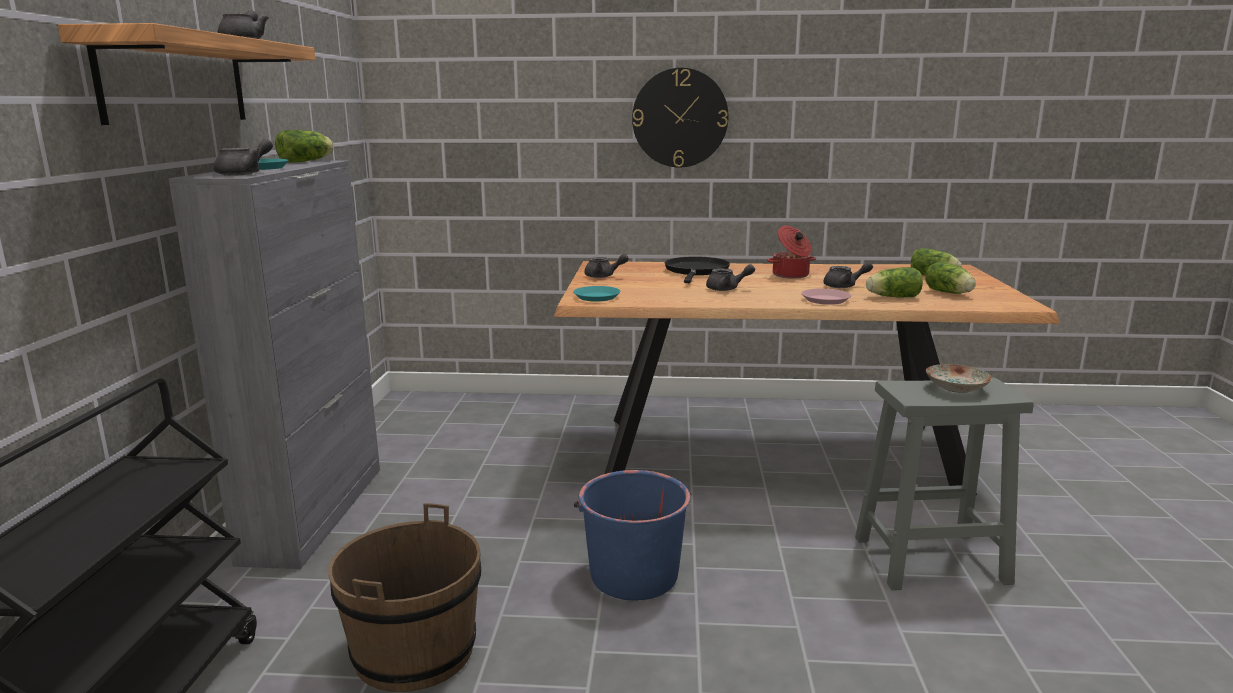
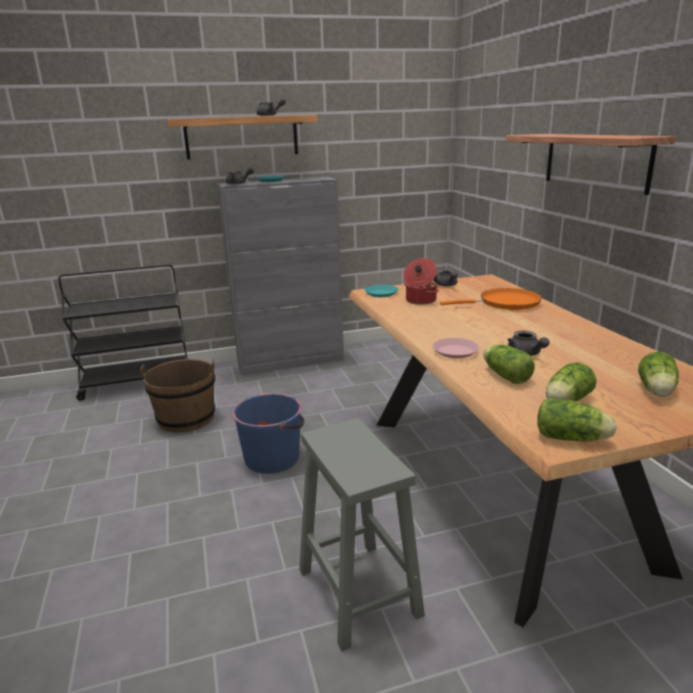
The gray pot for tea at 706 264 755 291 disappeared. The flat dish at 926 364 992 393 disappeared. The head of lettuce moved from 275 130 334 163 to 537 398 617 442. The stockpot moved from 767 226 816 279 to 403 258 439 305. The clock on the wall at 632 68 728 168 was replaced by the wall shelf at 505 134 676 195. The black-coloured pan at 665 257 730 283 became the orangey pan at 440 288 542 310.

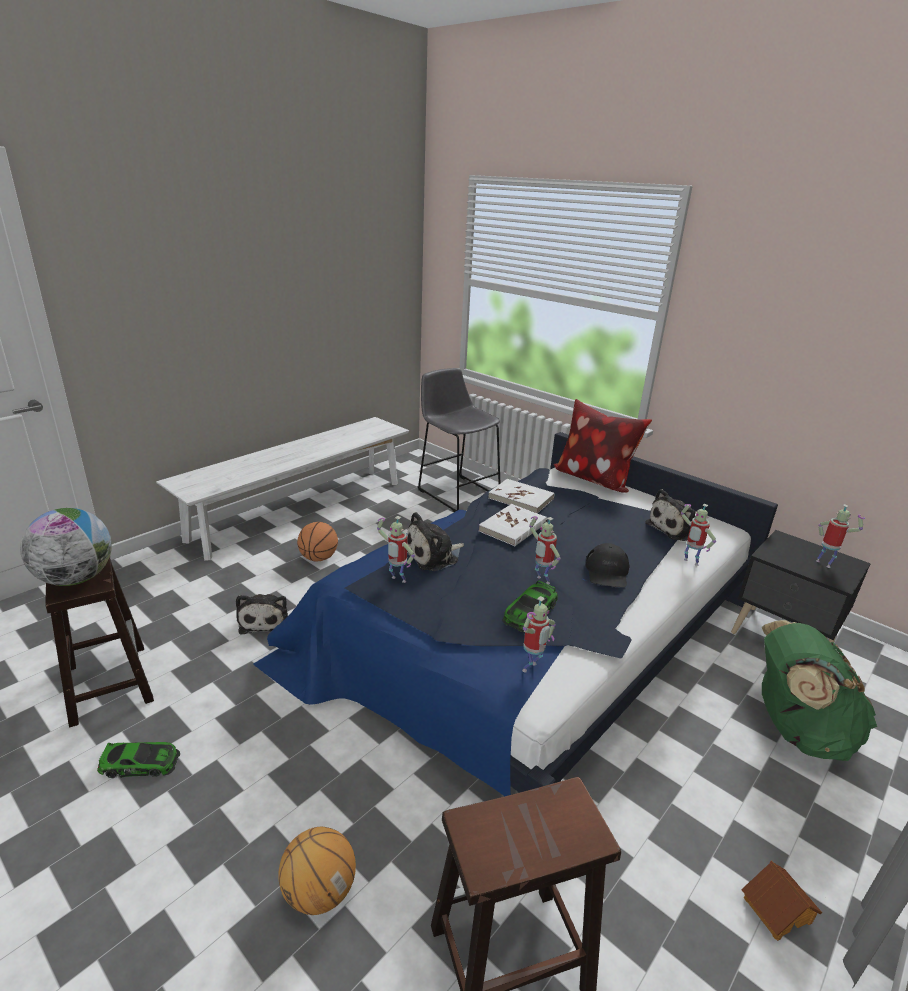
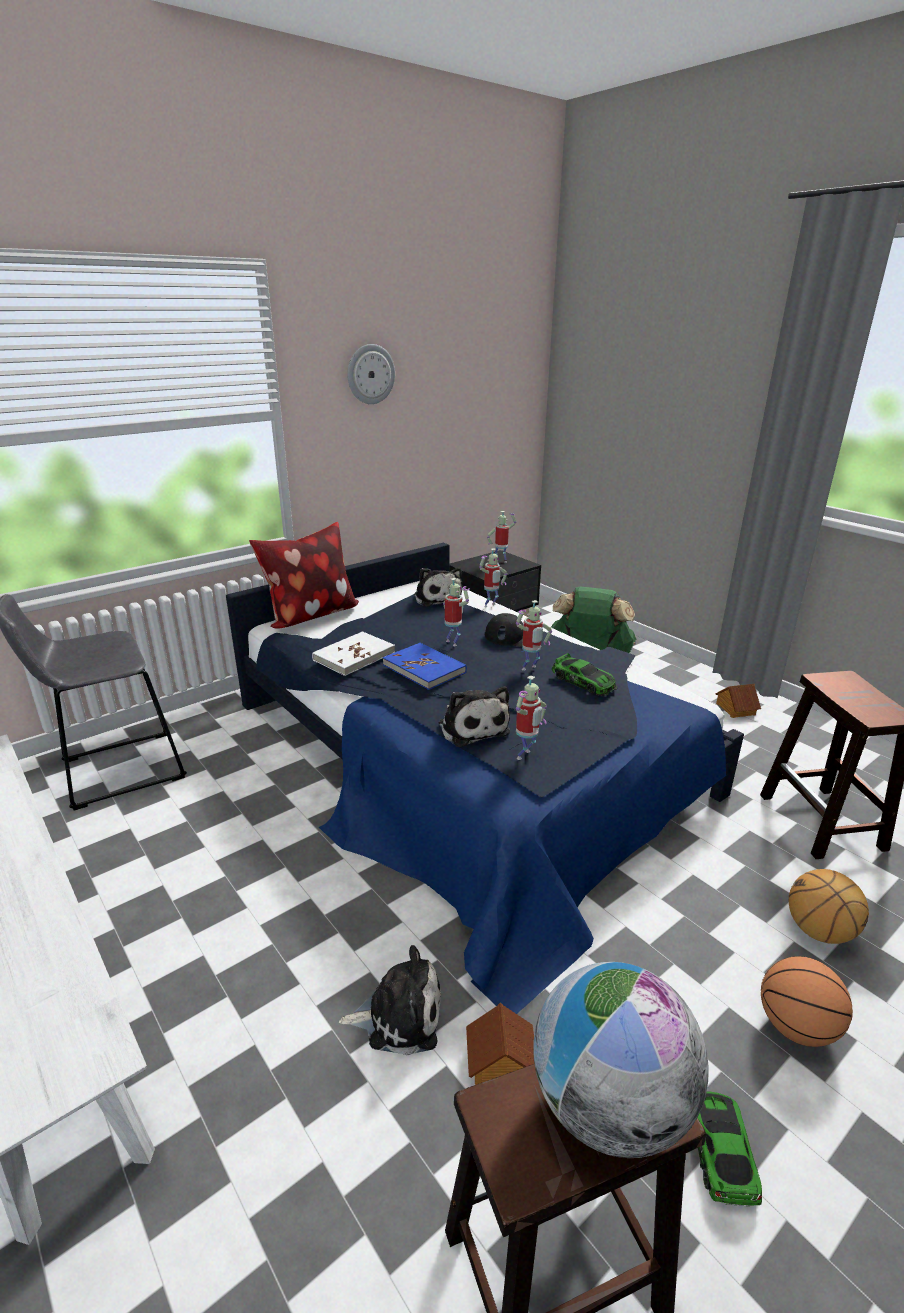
The clock on the wall at 347 344 395 404 appeared. The model house at 466 1003 534 1085 appeared. The ball for basketball moved from 297 522 338 561 to 761 956 853 1047. The model robot moved from 522 596 556 672 to 443 578 470 646. The whitish book at 479 504 547 546 became the blue book at 383 643 467 690.

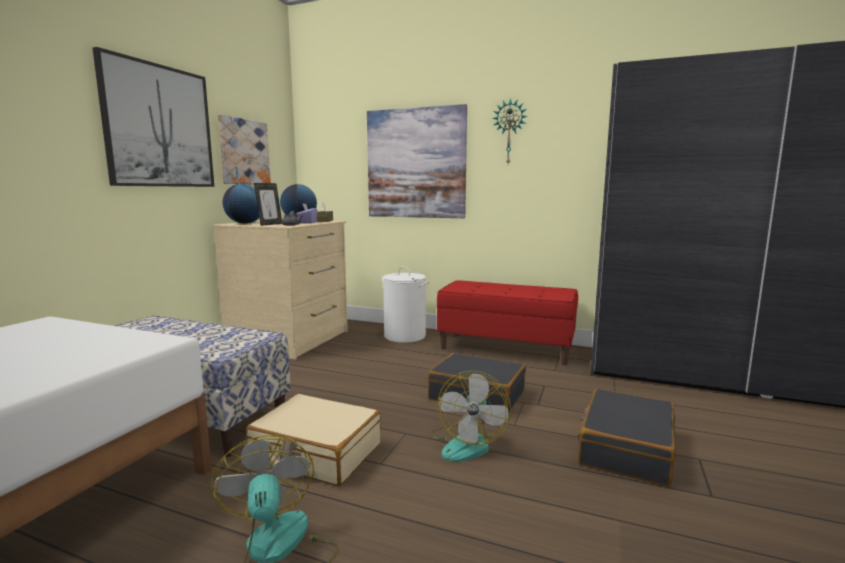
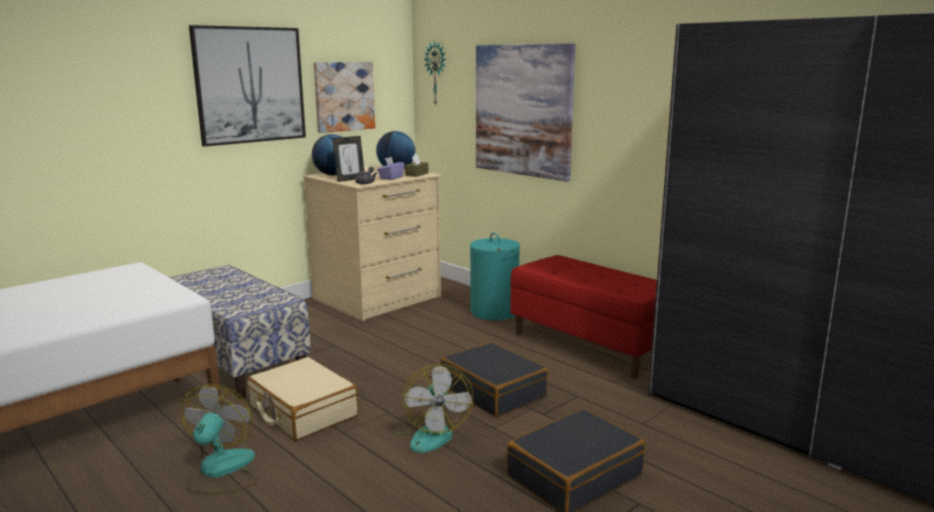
The clock on the wall moved from 492 98 528 164 to 423 41 446 106. The whitish hamper at 382 266 429 343 became the turquoise hamper at 470 233 520 321. The fan at 430 371 511 462 turned 45 degrees counterclockwise.

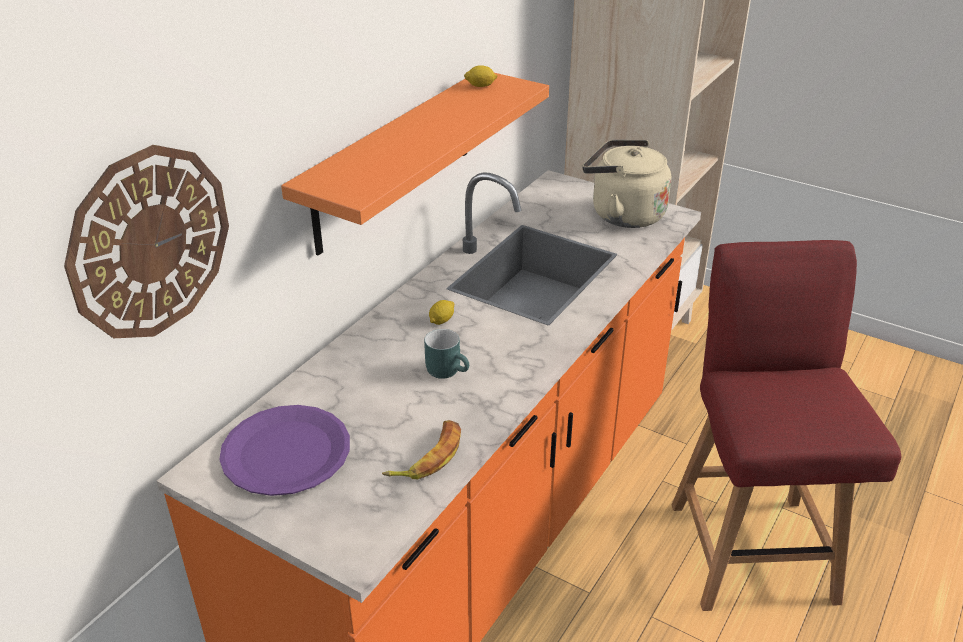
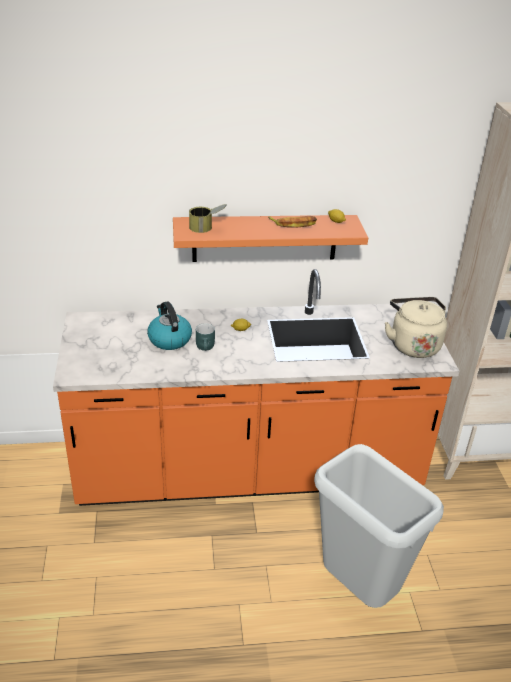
The clock on the wall at 64 145 229 338 disappeared. The purple-coloured flat dish at 219 405 350 496 disappeared. The water kettle at 147 301 192 350 appeared. The can at 189 204 227 233 appeared. The whole banana moved from 382 420 461 479 to 268 216 317 228. The red-coloured plain chair at 672 240 902 611 was replaced by the gray waste bin at 314 444 444 608.

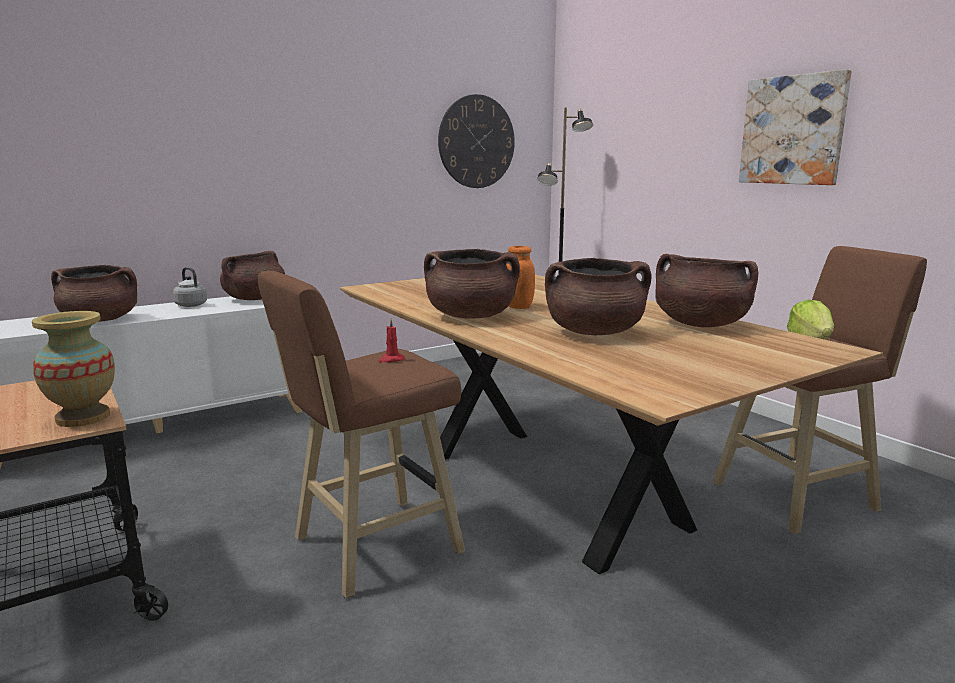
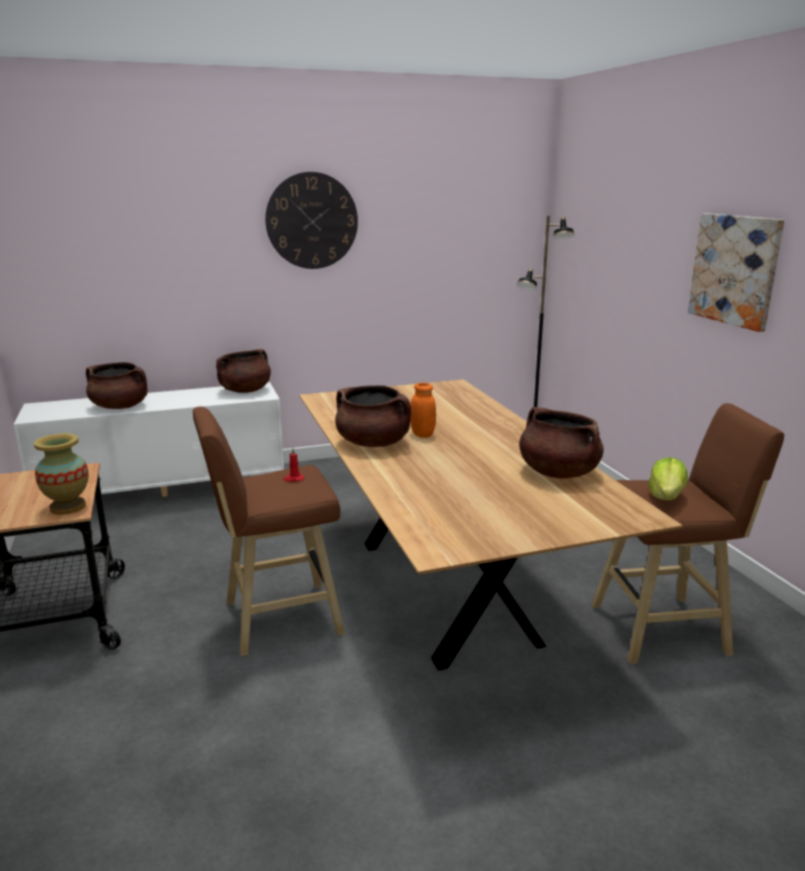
The gray water kettle at 173 267 207 307 disappeared. The brown-coloured stockpot at 545 258 651 335 disappeared. The clock on the wall moved from 438 94 515 188 to 265 172 358 269.

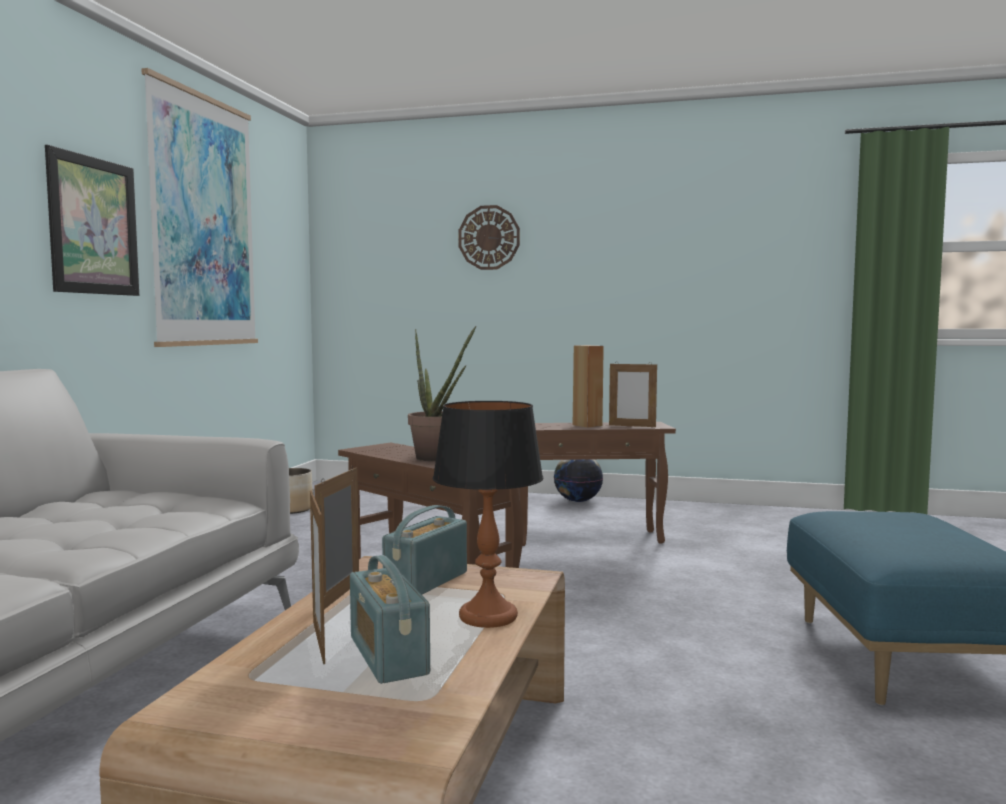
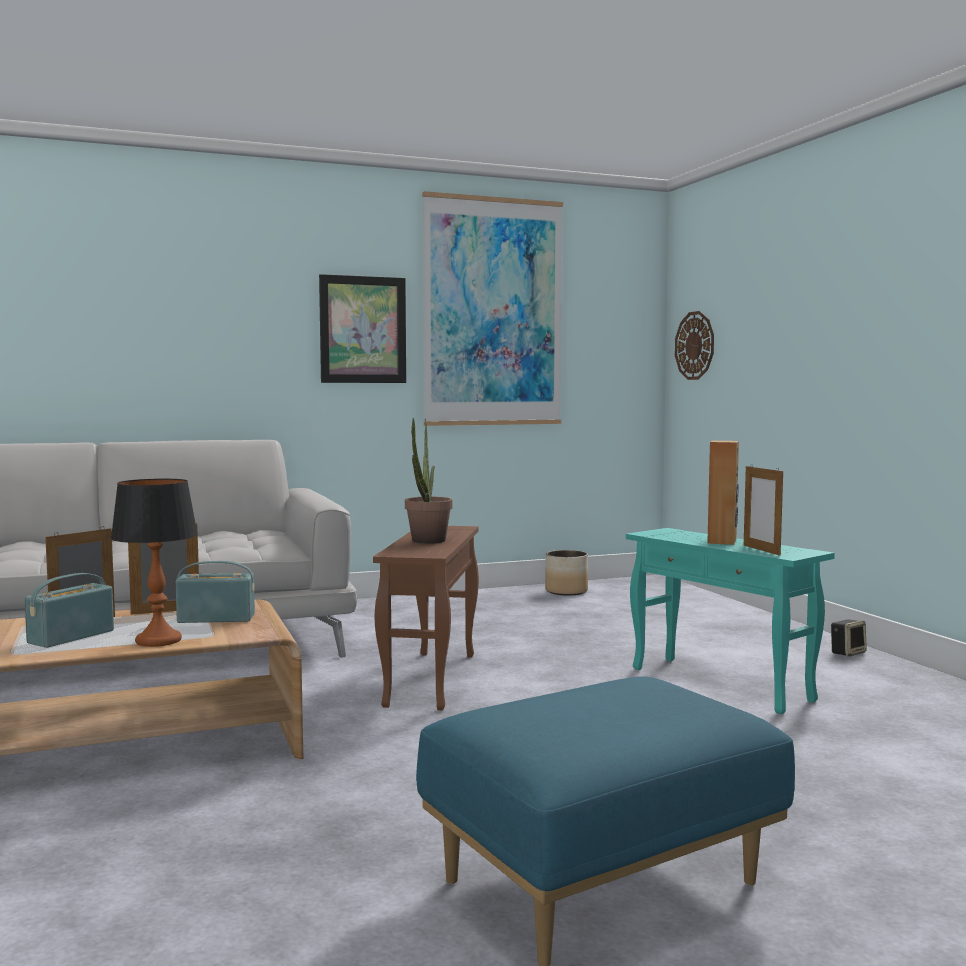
The clock on the wall moved from 459 205 520 270 to 675 311 714 380. The world globe at 554 459 603 502 was replaced by the loudspeaker at 831 619 867 656. The brown-coloured accent table at 517 422 676 546 became the turquoise accent table at 626 528 835 714.

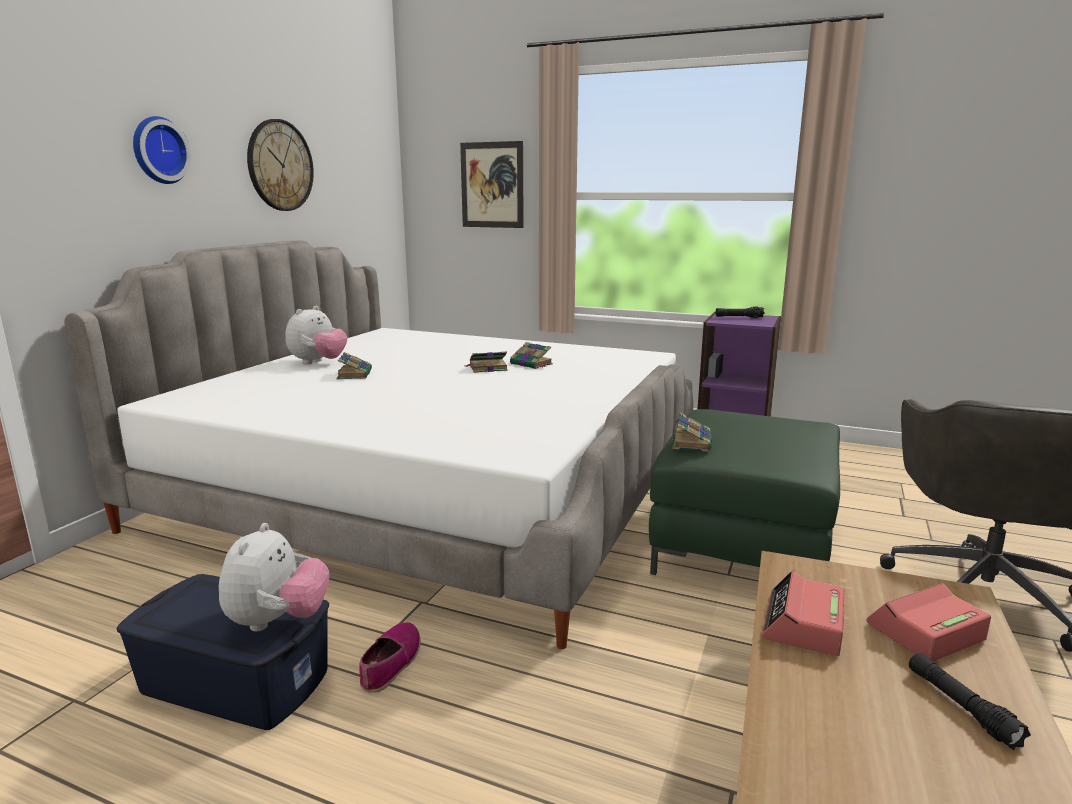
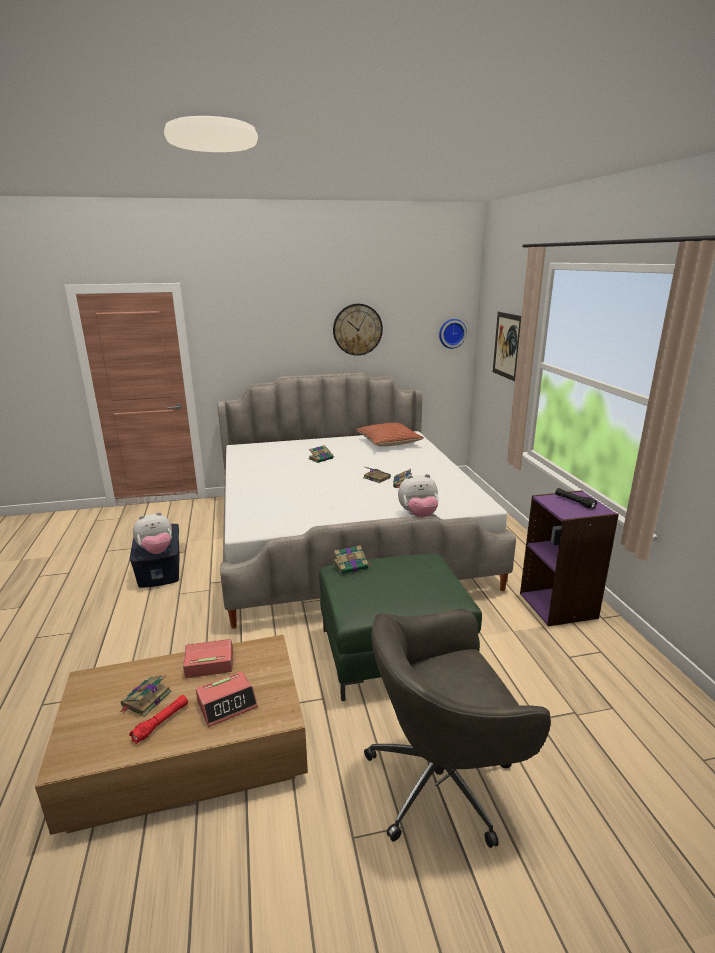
The shoe at 359 622 421 693 disappeared. The book at 120 675 172 717 appeared. The throw pillow at 356 423 424 447 appeared. The clock on the wall moved from 133 116 191 184 to 439 319 467 349. The plush toy moved from 285 306 347 364 to 398 474 439 517. The black-coloured hand torch at 909 653 1031 750 became the red-coloured hand torch at 129 695 188 744. The bedside clock at 866 583 991 661 turned 120 degrees clockwise.

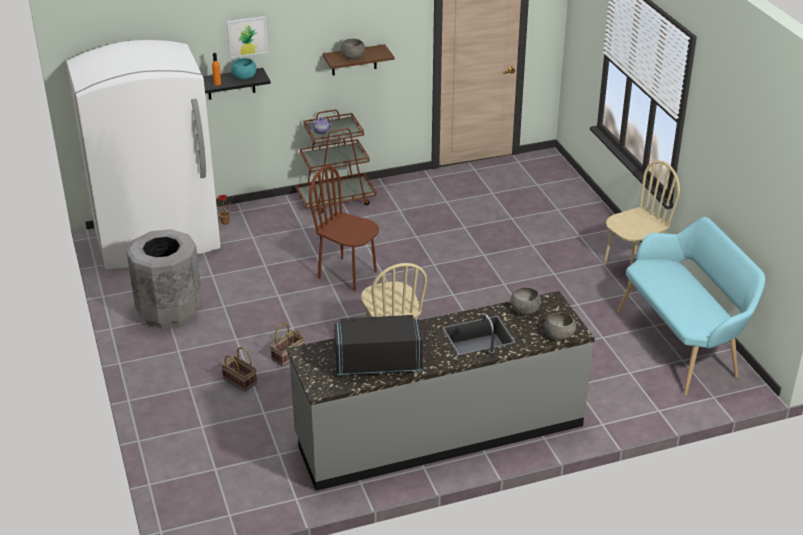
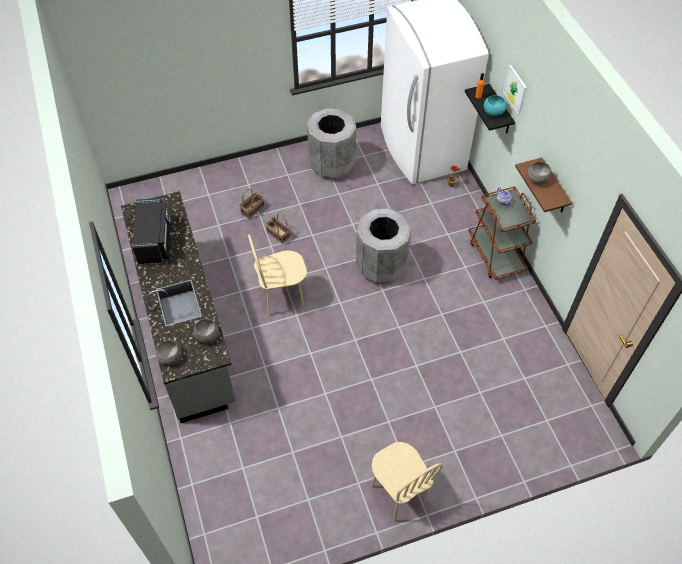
The turquoise long seat at 617 217 766 396 disappeared. The brown-coloured plain chair at 309 165 379 291 was replaced by the gray waste bin at 356 208 412 284.

